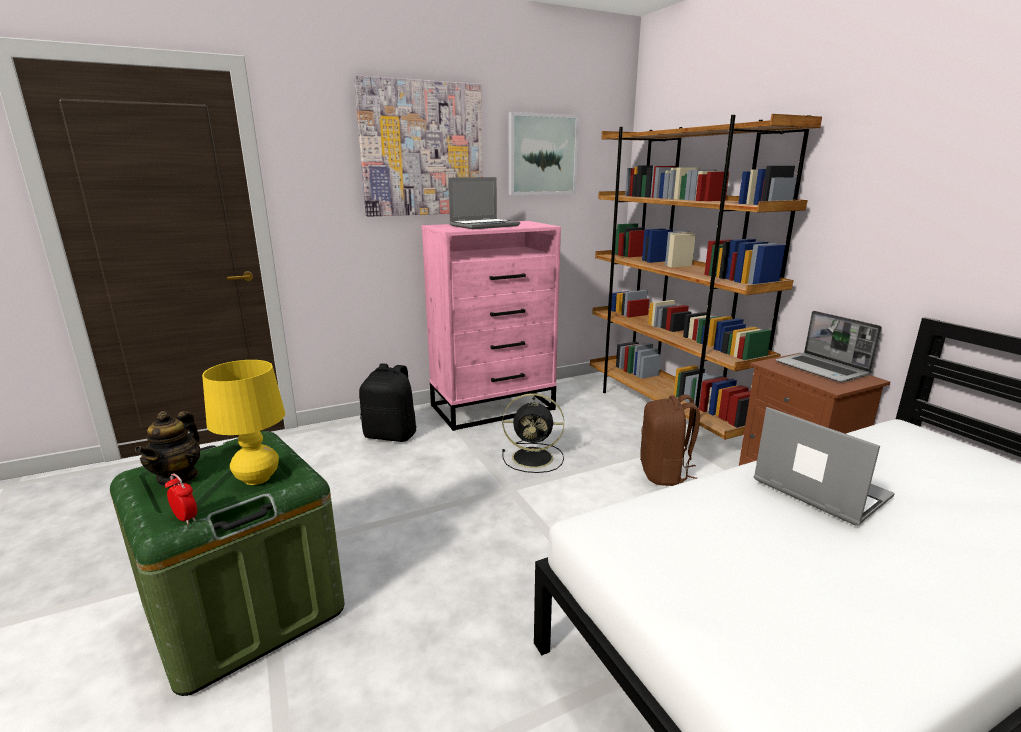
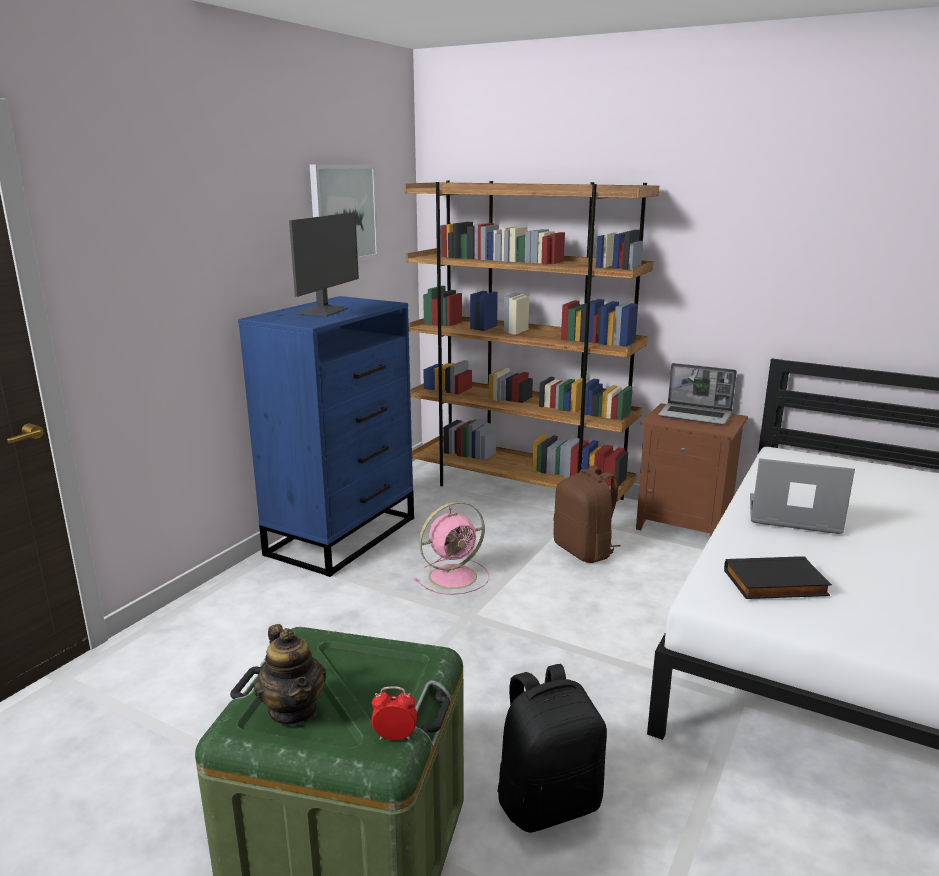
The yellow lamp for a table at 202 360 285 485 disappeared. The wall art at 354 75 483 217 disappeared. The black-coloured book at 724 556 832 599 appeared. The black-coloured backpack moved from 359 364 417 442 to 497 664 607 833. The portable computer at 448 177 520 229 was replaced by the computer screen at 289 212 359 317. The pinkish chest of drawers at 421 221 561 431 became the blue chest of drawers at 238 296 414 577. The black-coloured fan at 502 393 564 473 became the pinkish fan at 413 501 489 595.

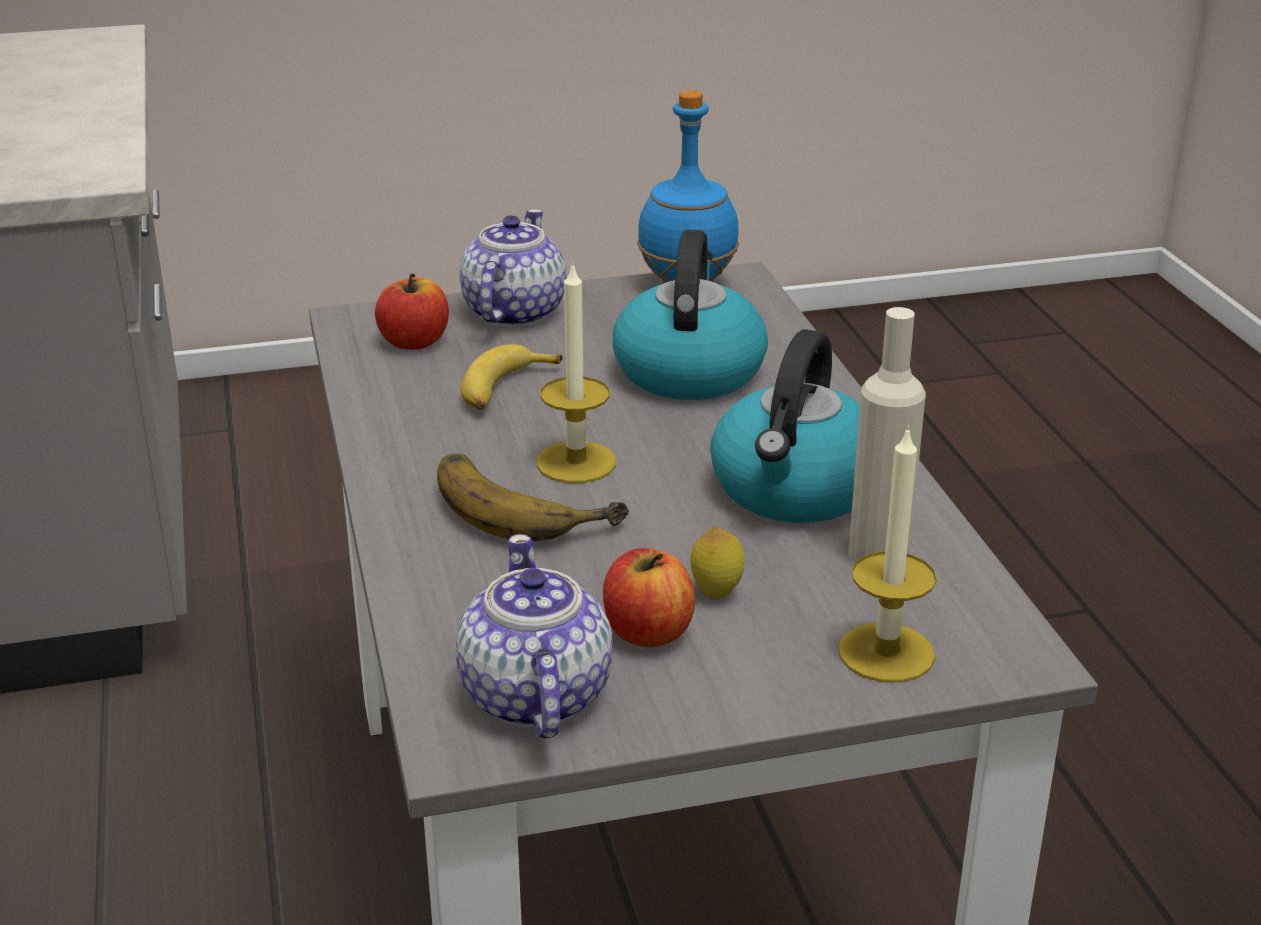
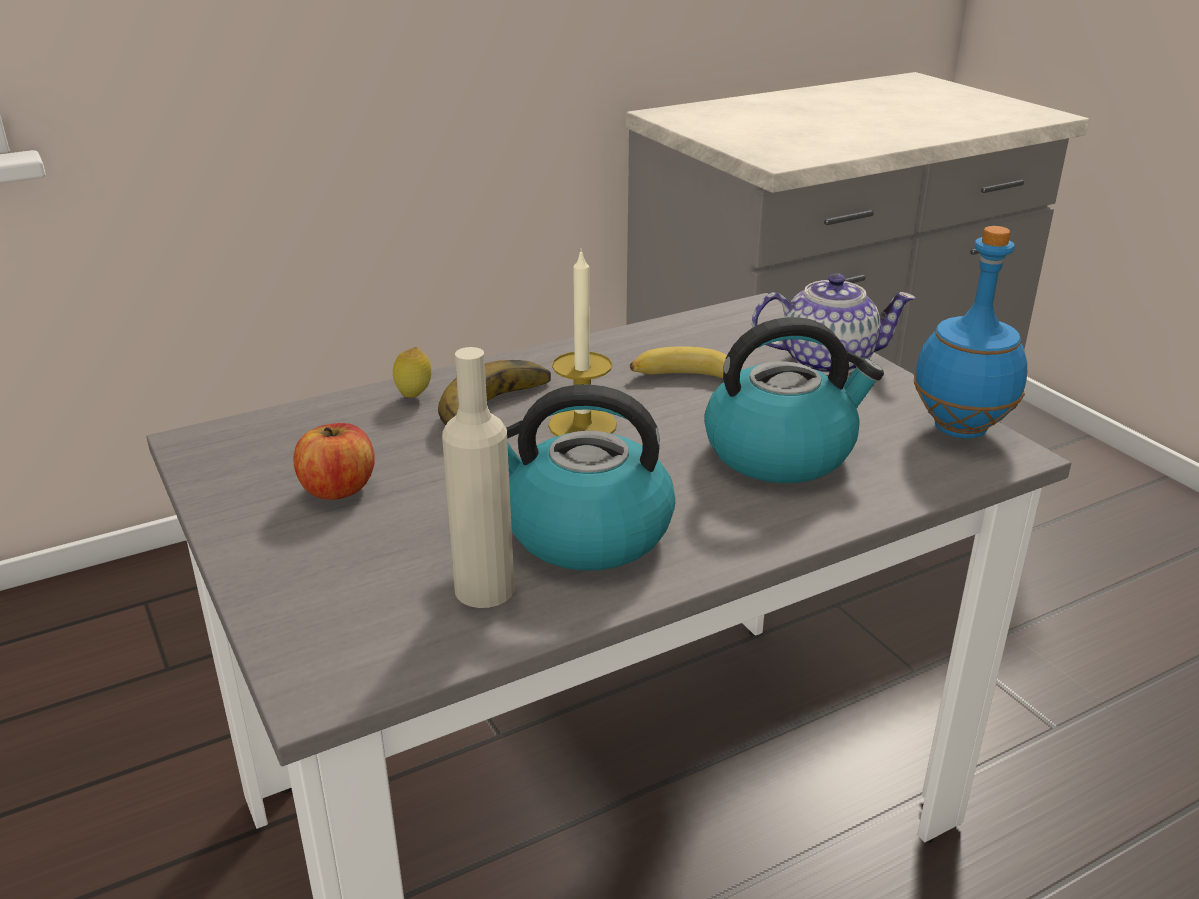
The whole apple at 375 273 449 350 disappeared. The pot for tea at 456 534 613 739 disappeared. The wax light at 838 426 937 683 disappeared. The whole lemon moved from 690 527 745 600 to 393 347 432 398.

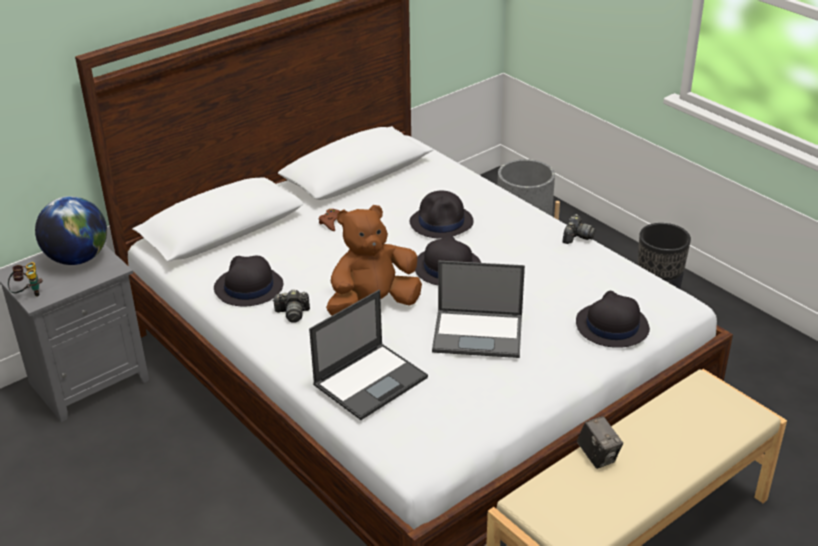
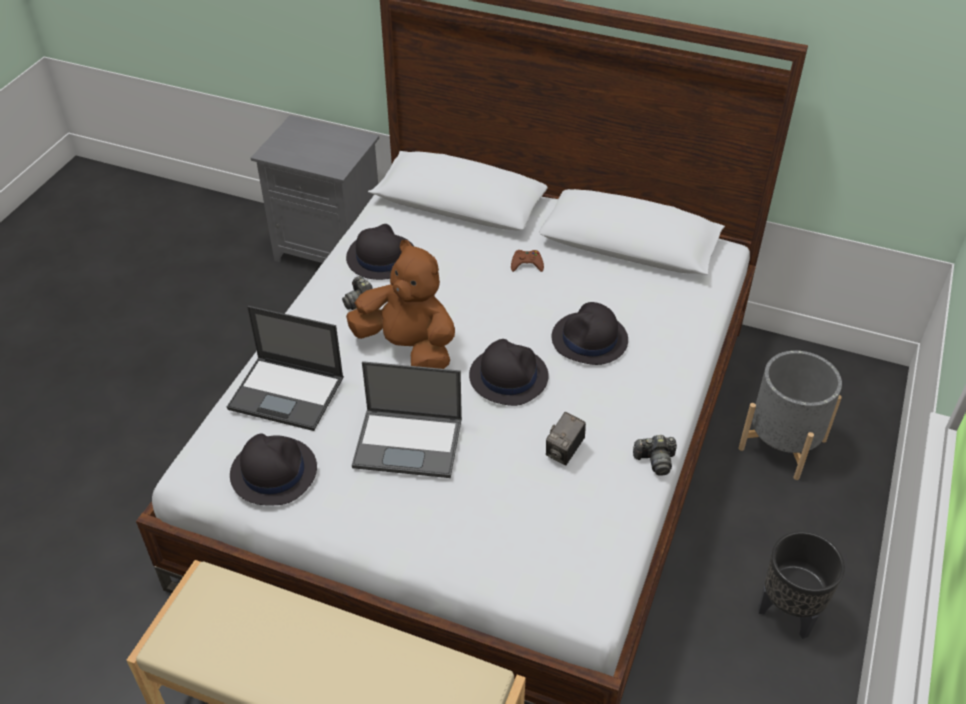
The field glasses at 8 262 43 296 disappeared. The world globe at 35 196 107 265 disappeared. The black-coloured wearable hat moved from 576 291 650 348 to 230 433 317 506. The photo camera moved from 577 416 623 469 to 546 412 586 466. The portable computer at 432 261 525 358 turned 60 degrees counterclockwise.

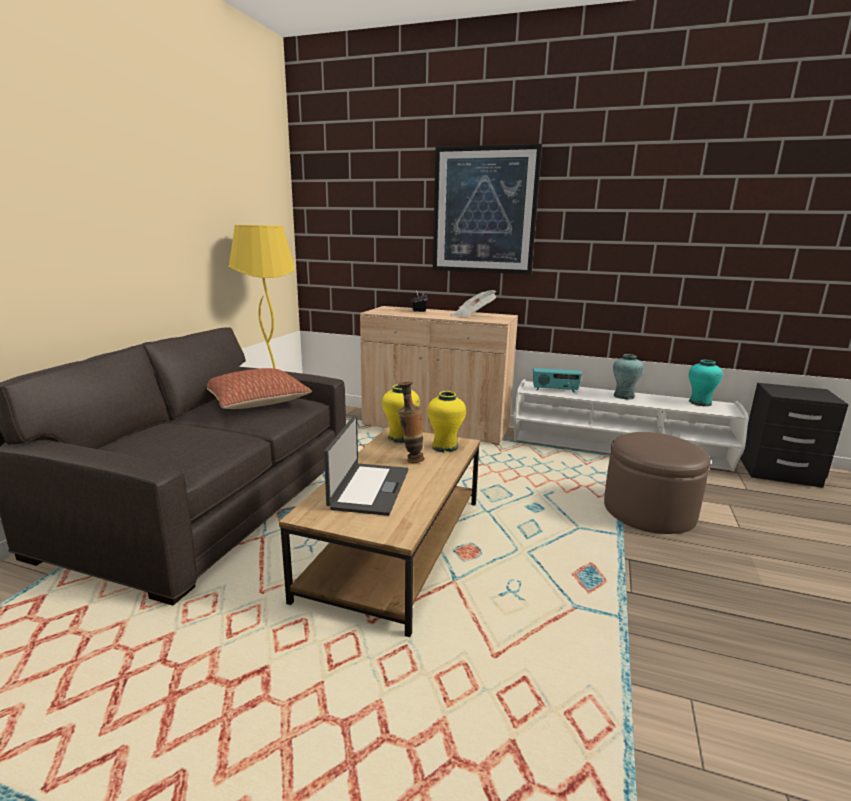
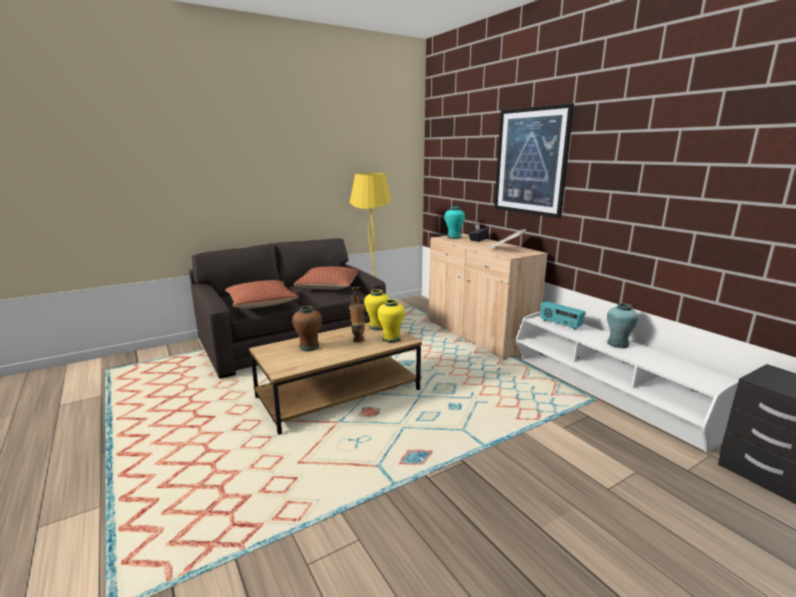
The brown-coloured pouffe at 604 432 711 534 disappeared. The throw pillow at 225 280 299 309 appeared. The turquoise decorative vase moved from 689 360 723 406 to 444 207 465 239. The portable computer at 324 415 408 516 was replaced by the brown-coloured decorative vase at 292 306 322 351.

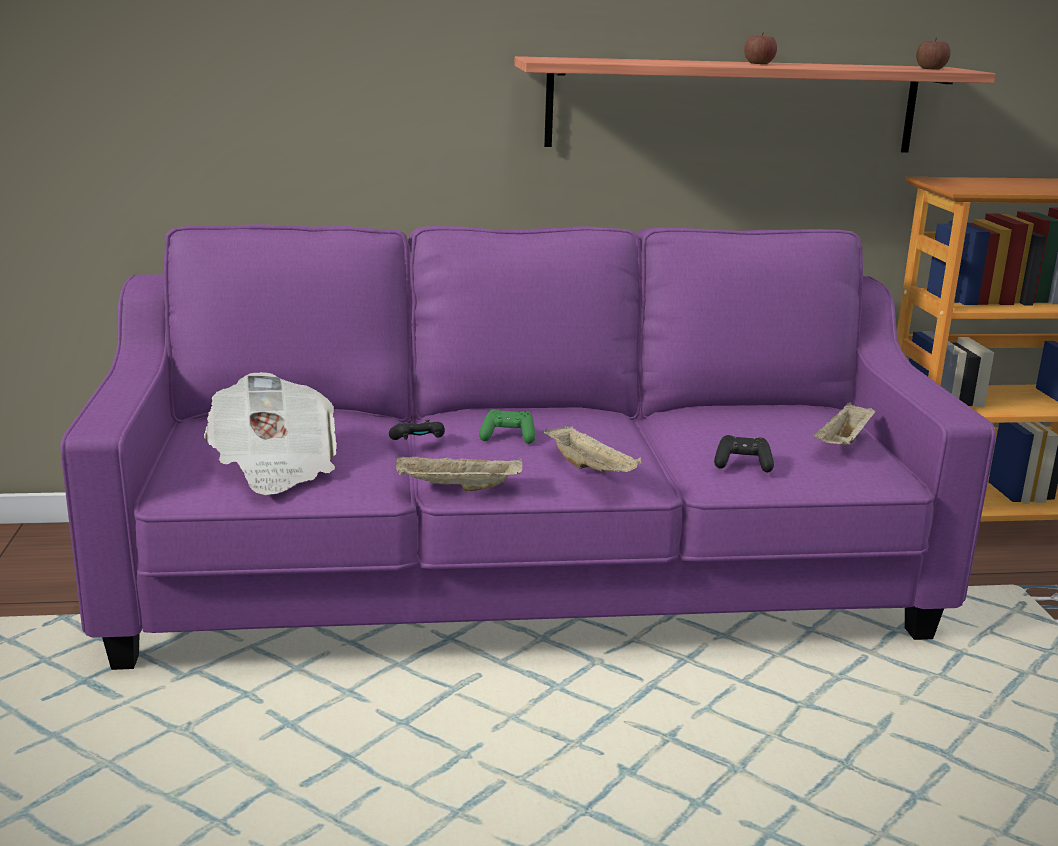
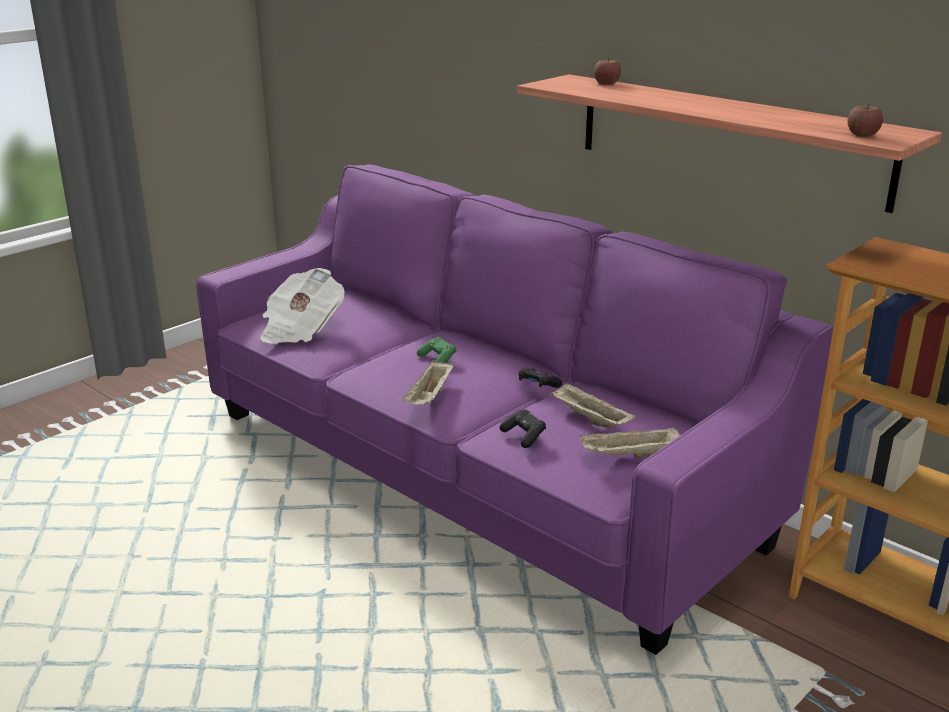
The black-coloured game controller moved from 389 420 445 440 to 519 368 562 388. The sand-coloured carrying tray moved from 396 456 522 491 to 550 383 636 428. The whole apple moved from 744 33 777 64 to 594 58 621 85.

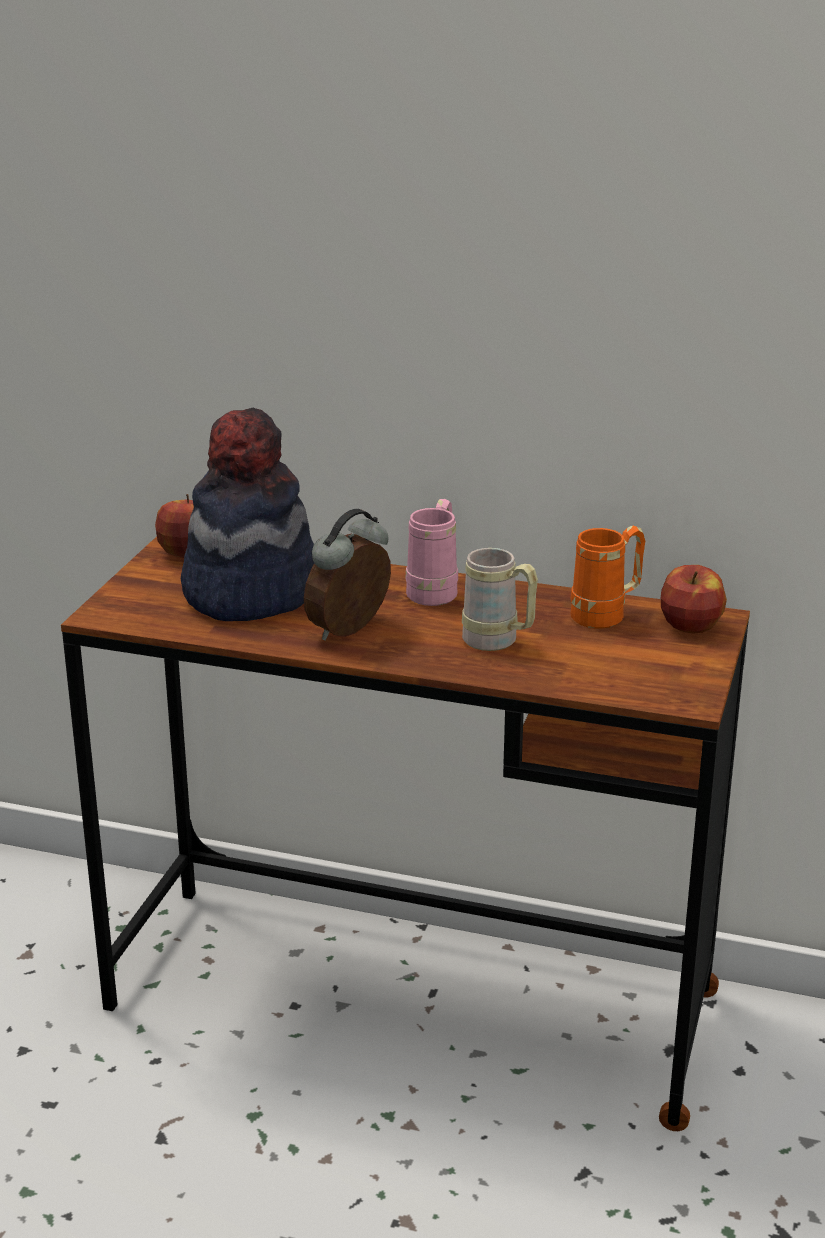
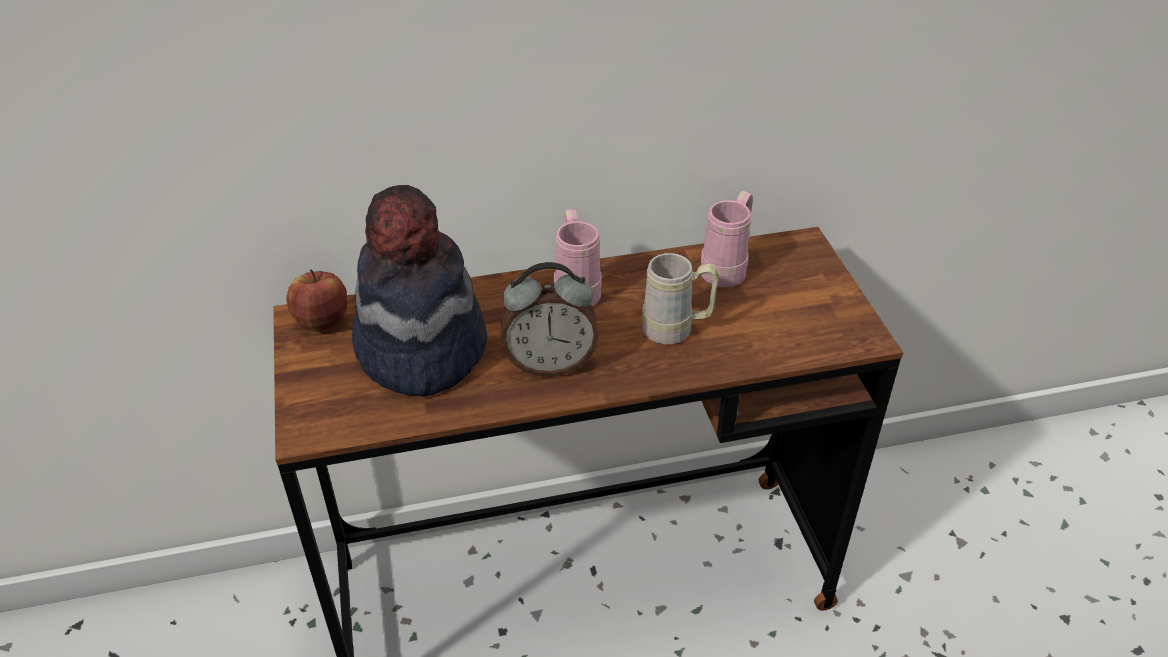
The whole apple at 661 565 727 633 disappeared. The orangey coffee mug at 571 526 645 629 became the pinkish coffee mug at 701 191 753 287. The bedside clock at 304 509 391 640 turned 105 degrees counterclockwise.

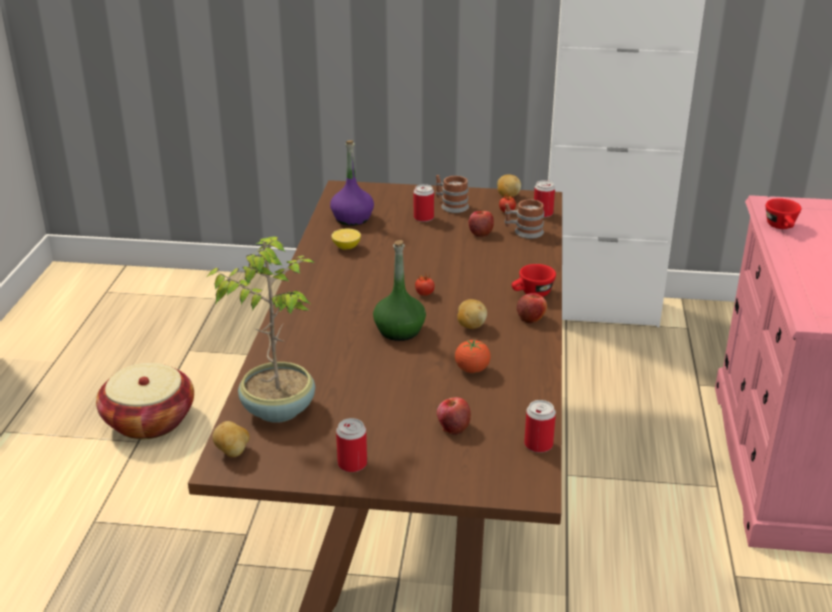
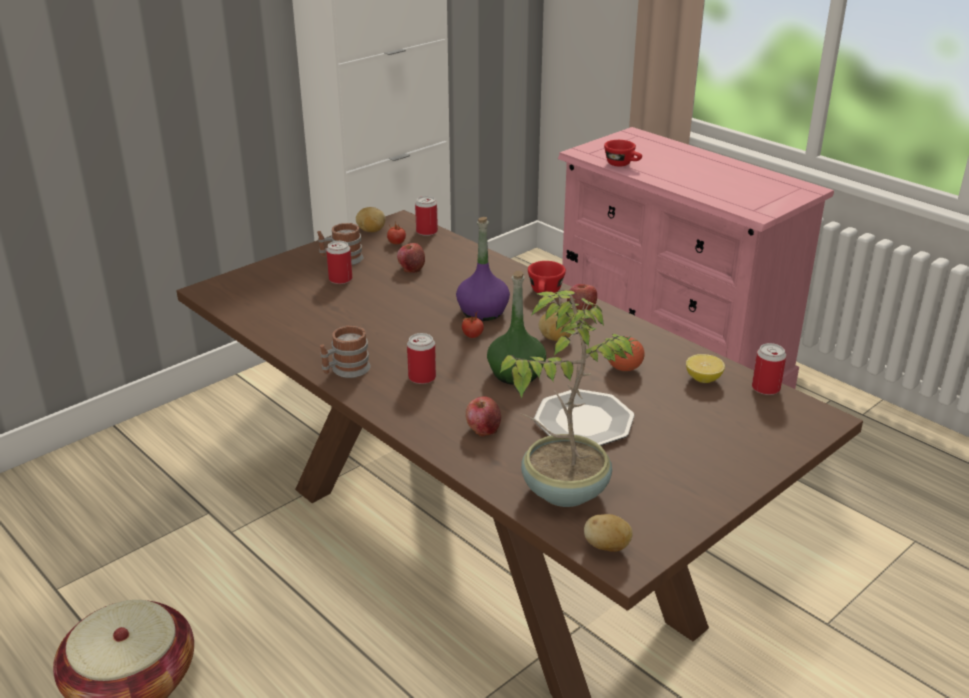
The flat dish at 534 389 635 446 appeared. The purple-coloured beverage bottle moved from 330 140 374 226 to 456 217 510 321. The whole lemon moved from 332 228 361 250 to 686 354 725 383. The can moved from 336 418 367 472 to 407 333 436 384. The whole apple moved from 437 397 471 435 to 465 396 501 436. The coffee mug moved from 505 199 544 239 to 320 325 371 378.

